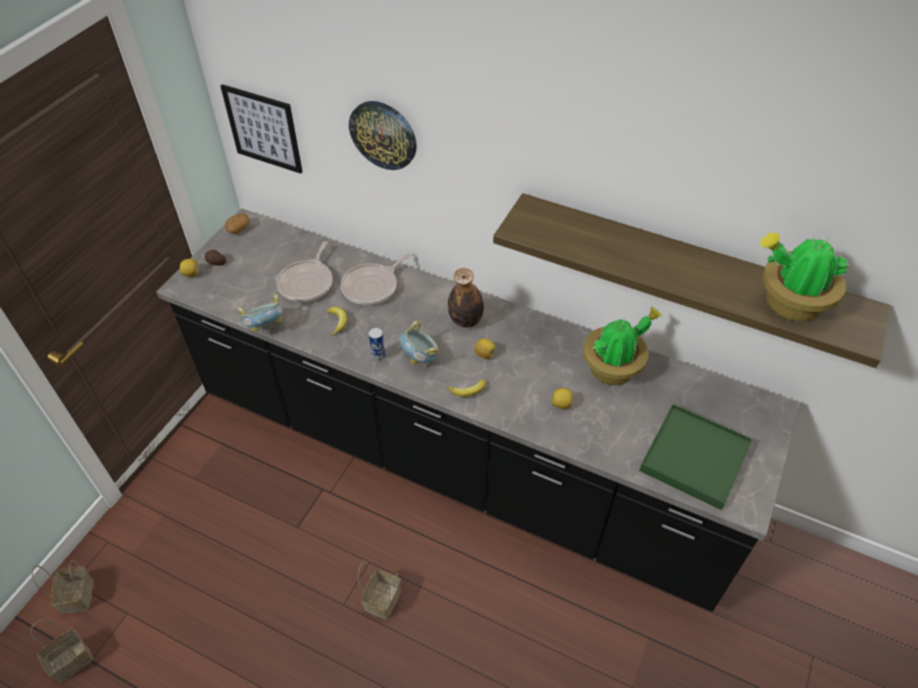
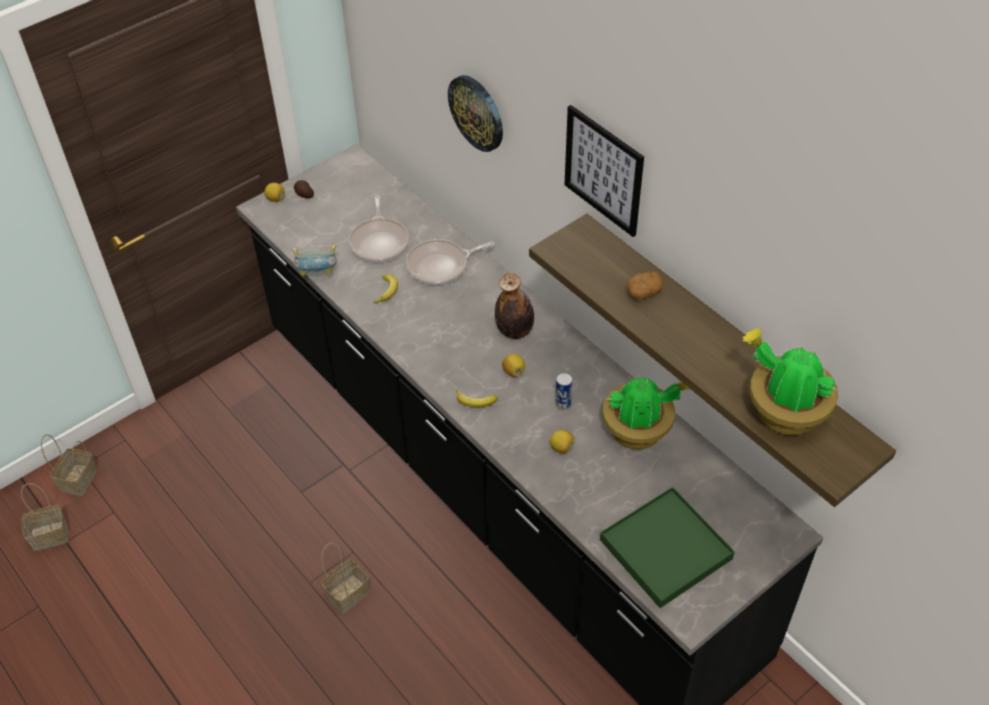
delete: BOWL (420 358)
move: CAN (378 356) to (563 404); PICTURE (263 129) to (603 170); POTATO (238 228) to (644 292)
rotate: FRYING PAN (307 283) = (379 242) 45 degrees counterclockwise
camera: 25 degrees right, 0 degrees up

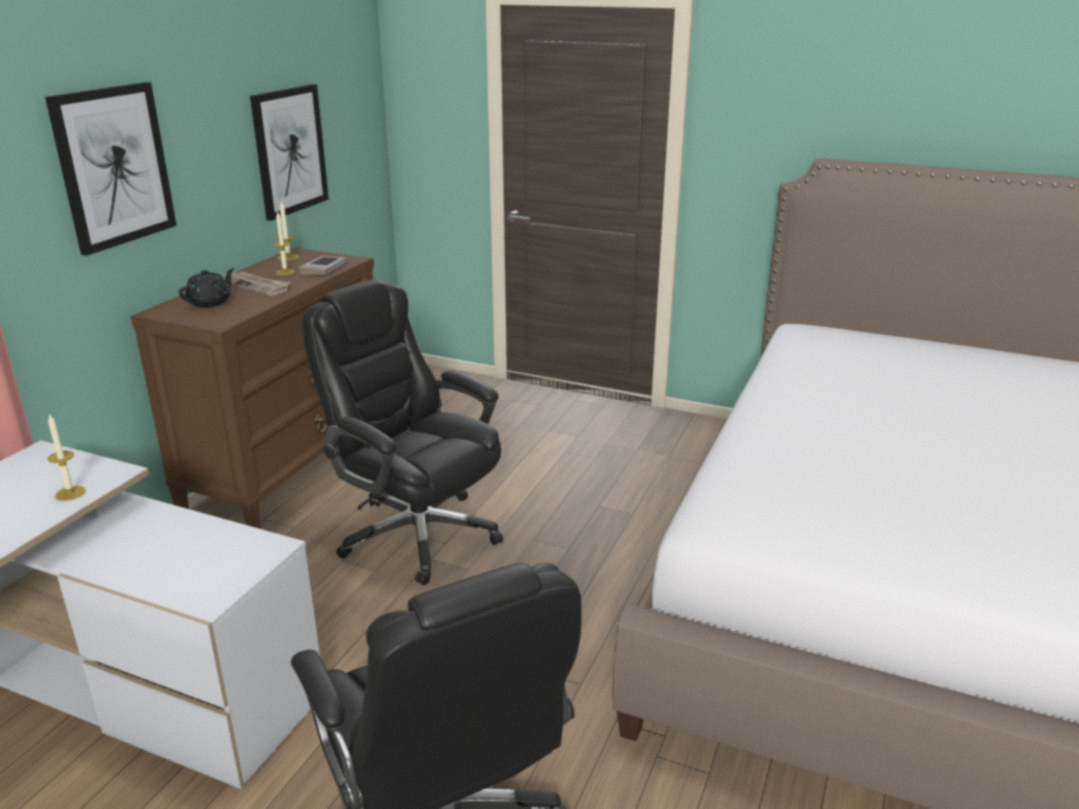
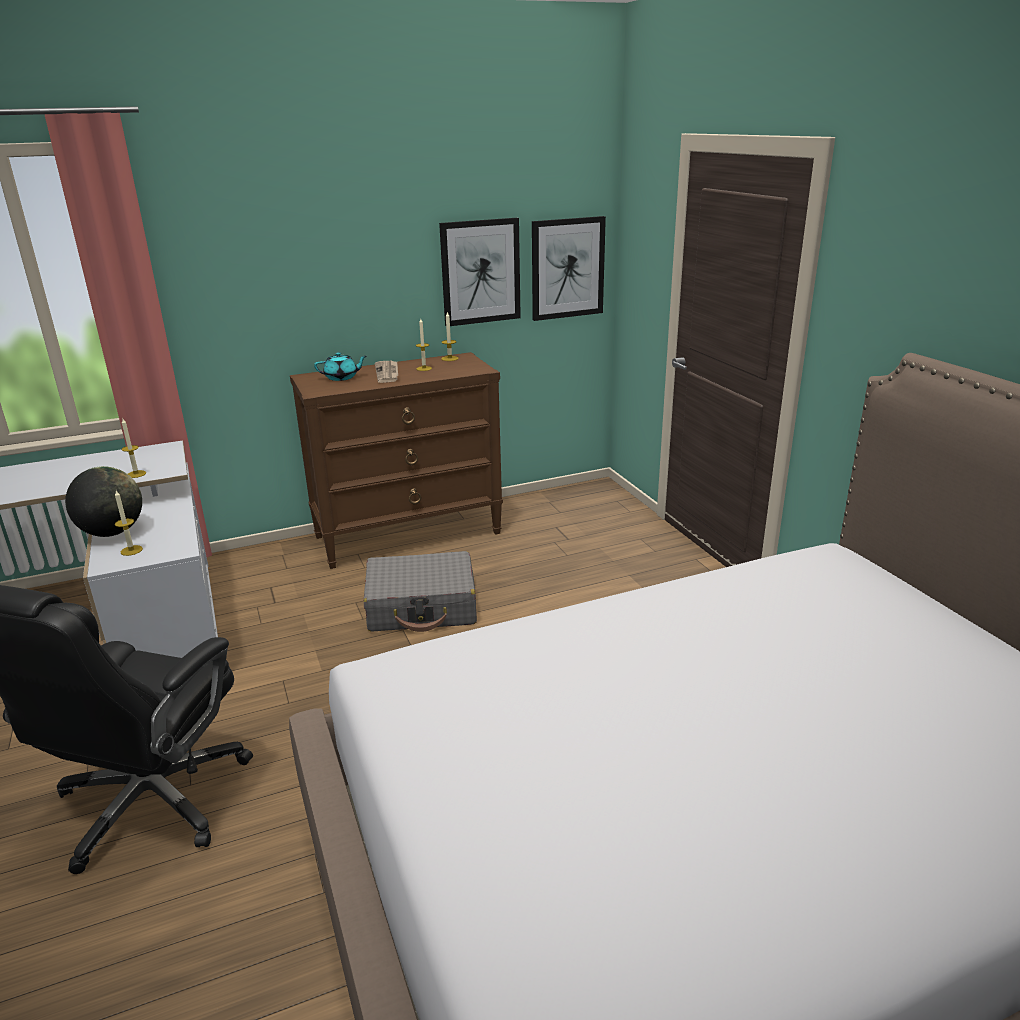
delete: BOOK (323 269)
insert: GLOBE (112 532); CANDLE (131 550)
move: PICTURE (113 166) to (567 268)
replace: BLACK OFFICE CHAIR (416 533) to GREY SUITCASE (422 607)
recolor: BLACK TEAPOT (210 302) to TURQUOISE TEAPOT (342 377)
camera: 45 degrees right, 0 degrees up

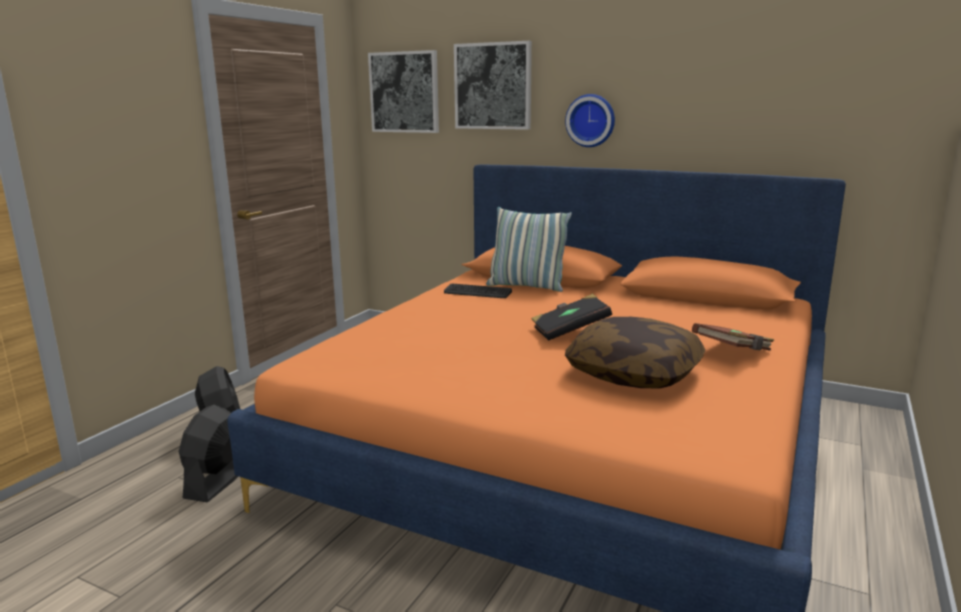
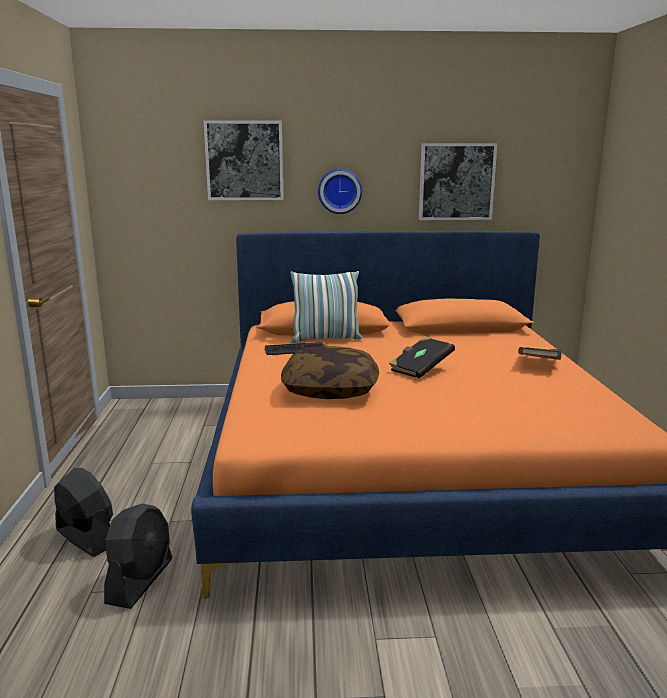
move: PILLOW (633 373) to (330 389); PICTURE (404 92) to (456 182)
rotate: BLACK FAN (219 480) = (140 581) 150 degrees counterclockwise
camera: 30 degrees left, 0 degrees up

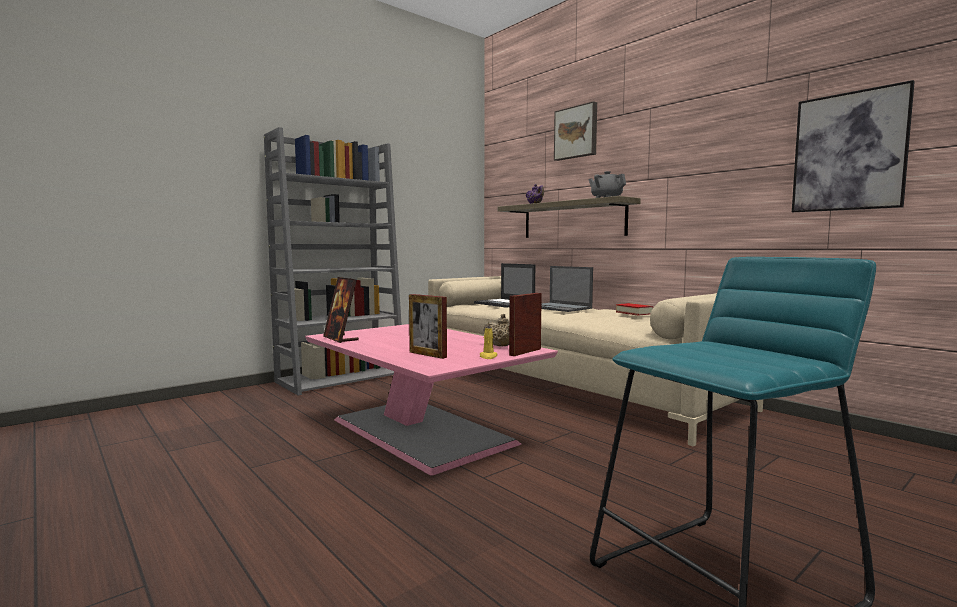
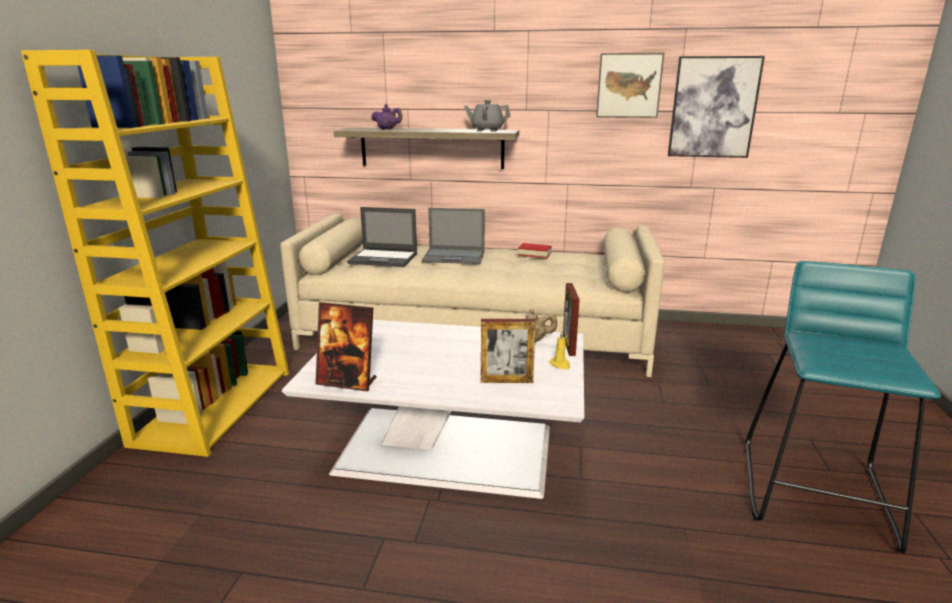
move: PICTURE (576 132) to (628 85)
recolor: GREY BOOKCASE (341 378) to YELLOW BOOKCASE (215 405); PINK COFFEE TABLE (424 432) to WHITE COFFEE TABLE (450 449)
camera: 40 degrees left, 15 degrees up

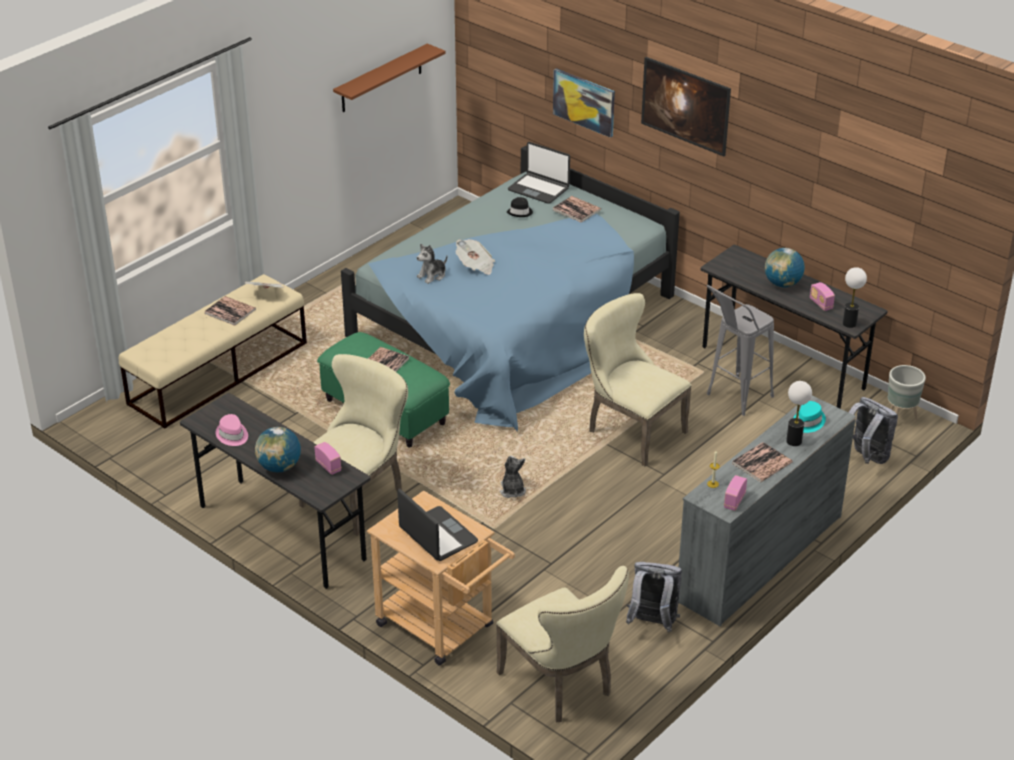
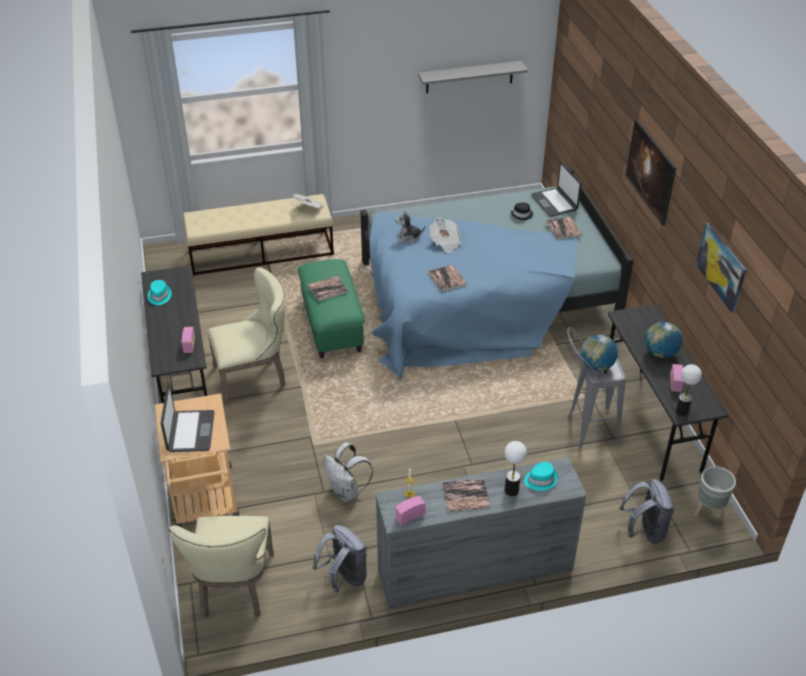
delete: PLUSH TOY (512 490); BEIGE CHAIR (630 431)
insert: WHITE BACKPACK (347 491)
move: BOOK (230 311) to (447 279); GLOBE (279 467) to (596 366); PICTURE (584 102) to (721 267)
recolor: PINK HAT (232 435) to TURQUOISE HAT (159 296); BROWN SHELF (381 78) to GREY SHELF (469 77)
camera: 35 degrees right, 5 degrees up

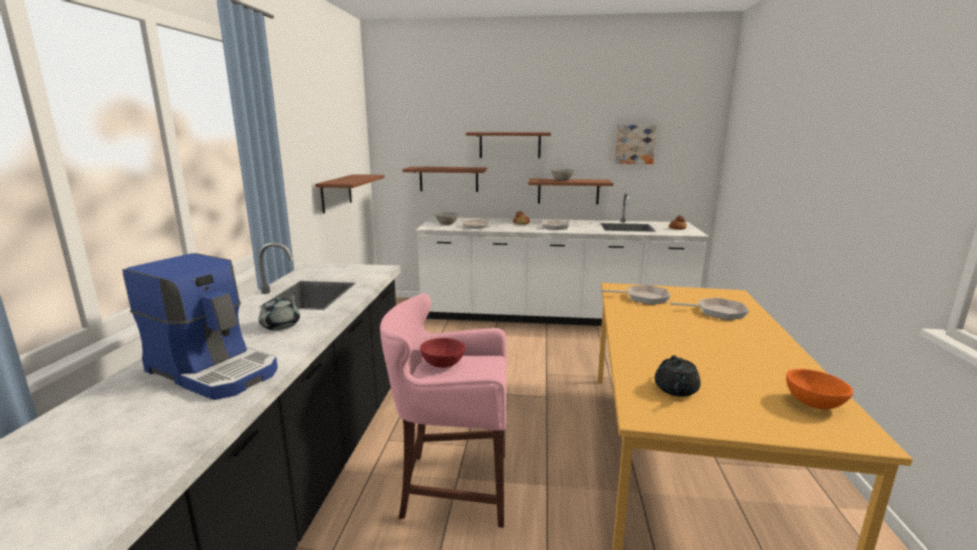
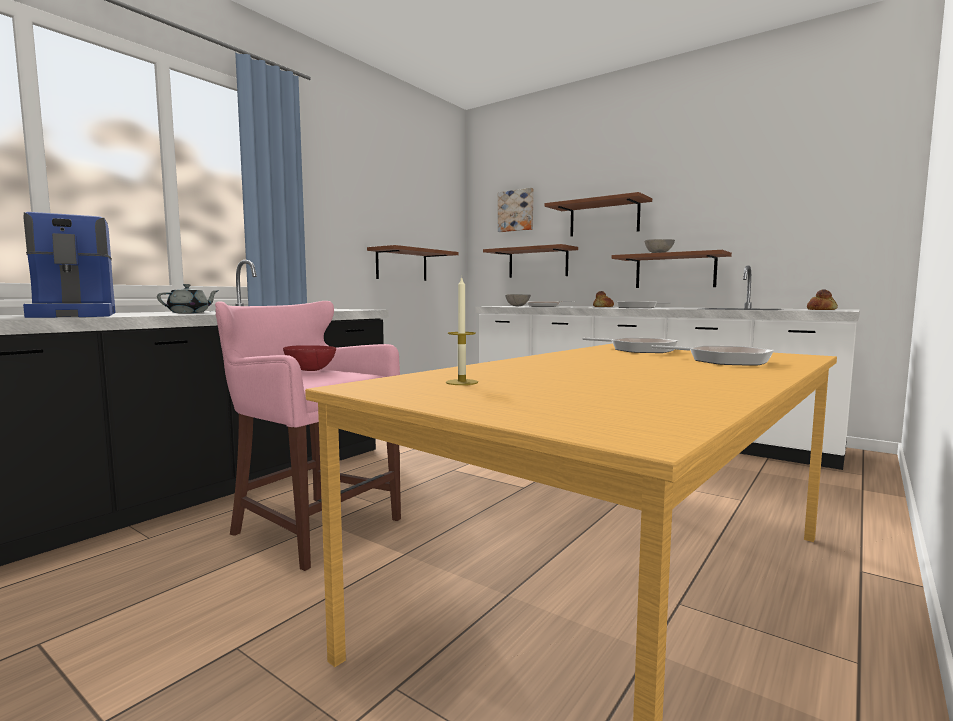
delete: ORANGE BOWL (813 403)
move: PICTURE (634 144) to (516 210)
replace: BLACK TEAPOT (676 389) to CANDLE (462 382)
camera: 30 degrees right, 10 degrees down

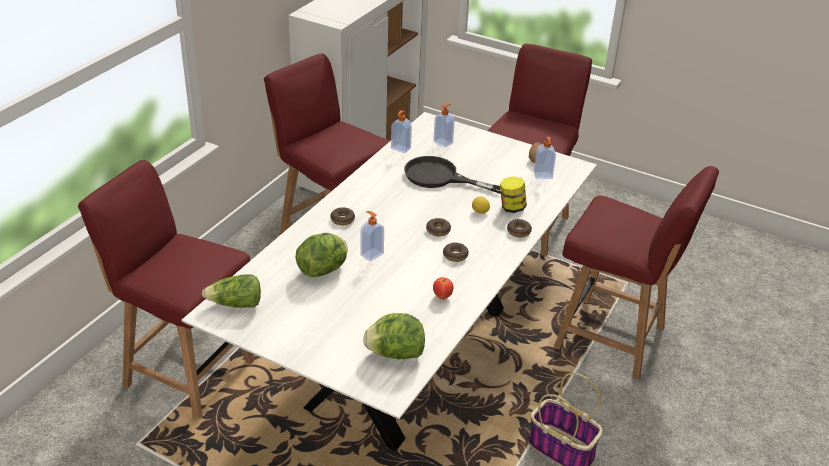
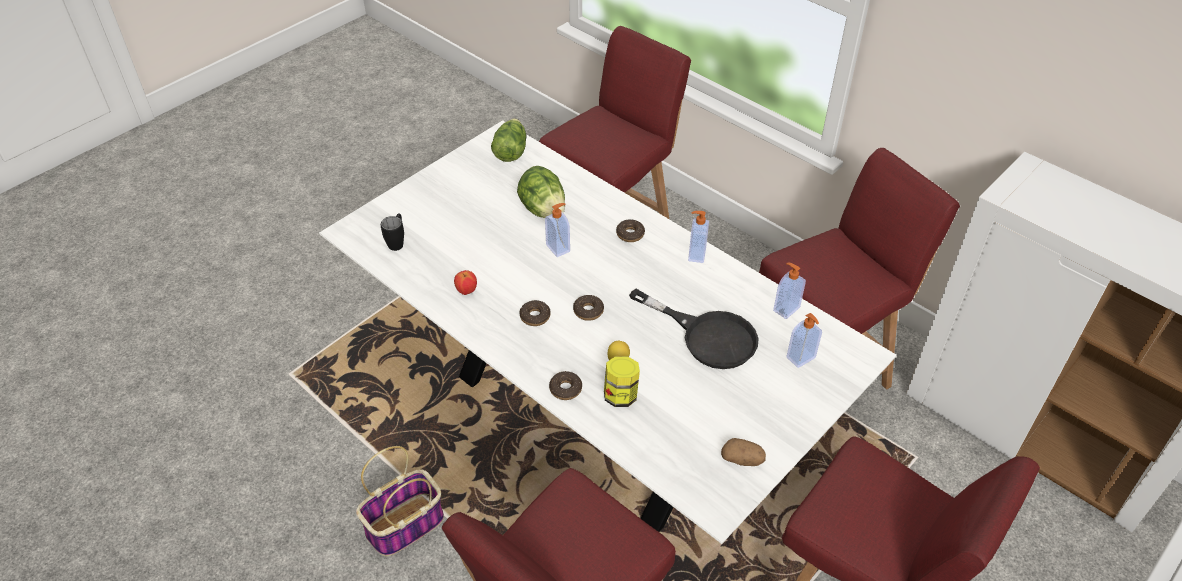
move: SOAP DISPENSER (543 176) to (696 254)
replace: LETTUCE (395 354) to BLACK MUG (397 242)
rotate: BLACK FRYING PAN (440 177) = (708 336) 90 degrees clockwise
camera: 105 degrees right, 10 degrees up

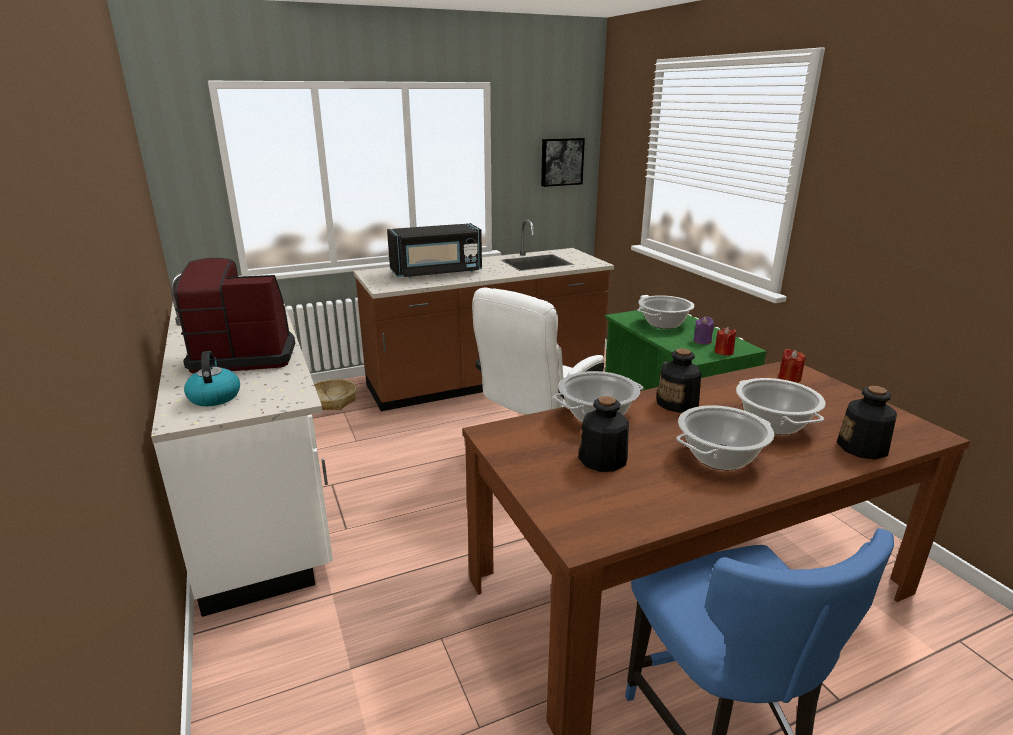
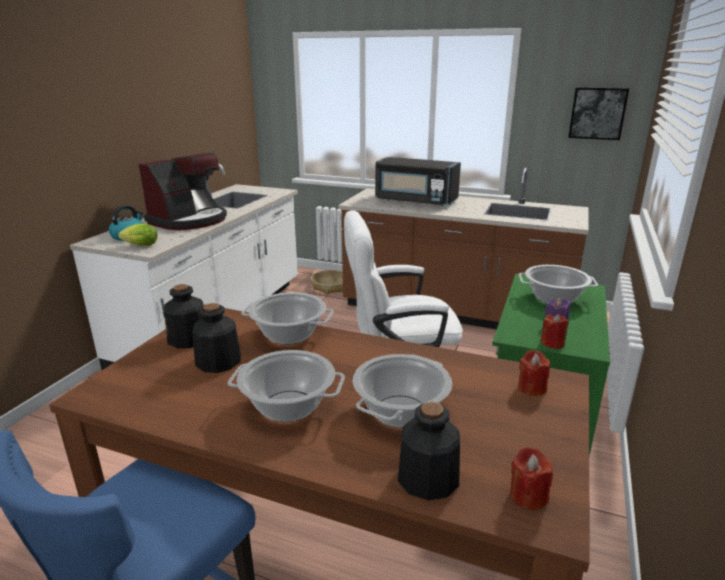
insert: LETTUCE (139 245); RED CANDLE (528 496)
move: BOTTLE (677 403) to (188 339)
rotate: COFFEE MACHINE (244 355) = (189 220) 90 degrees clockwise
camera: 45 degrees right, 0 degrees up

